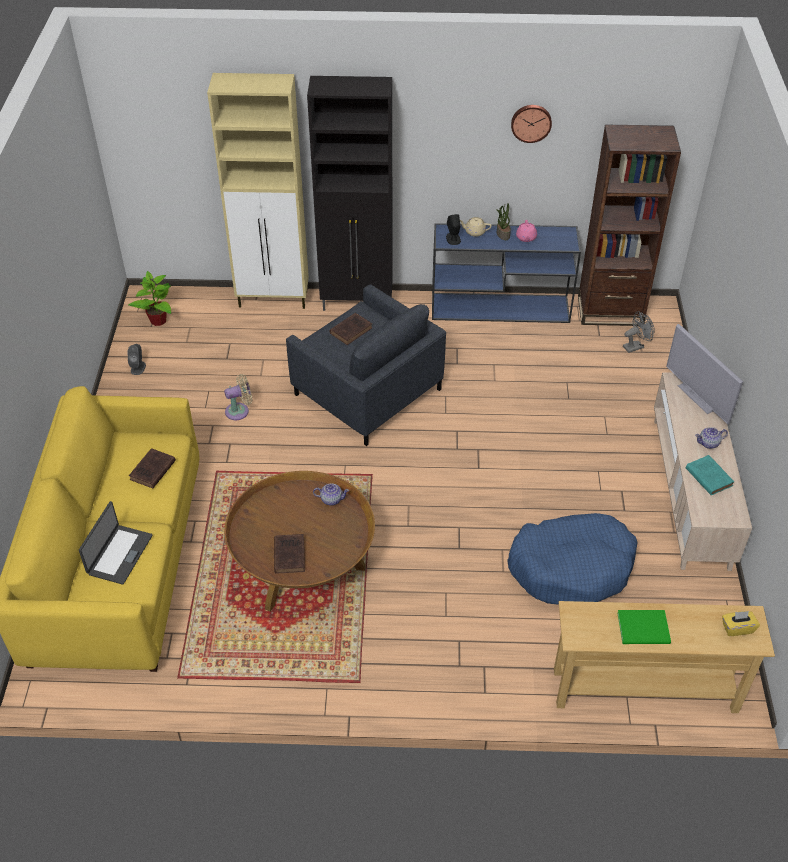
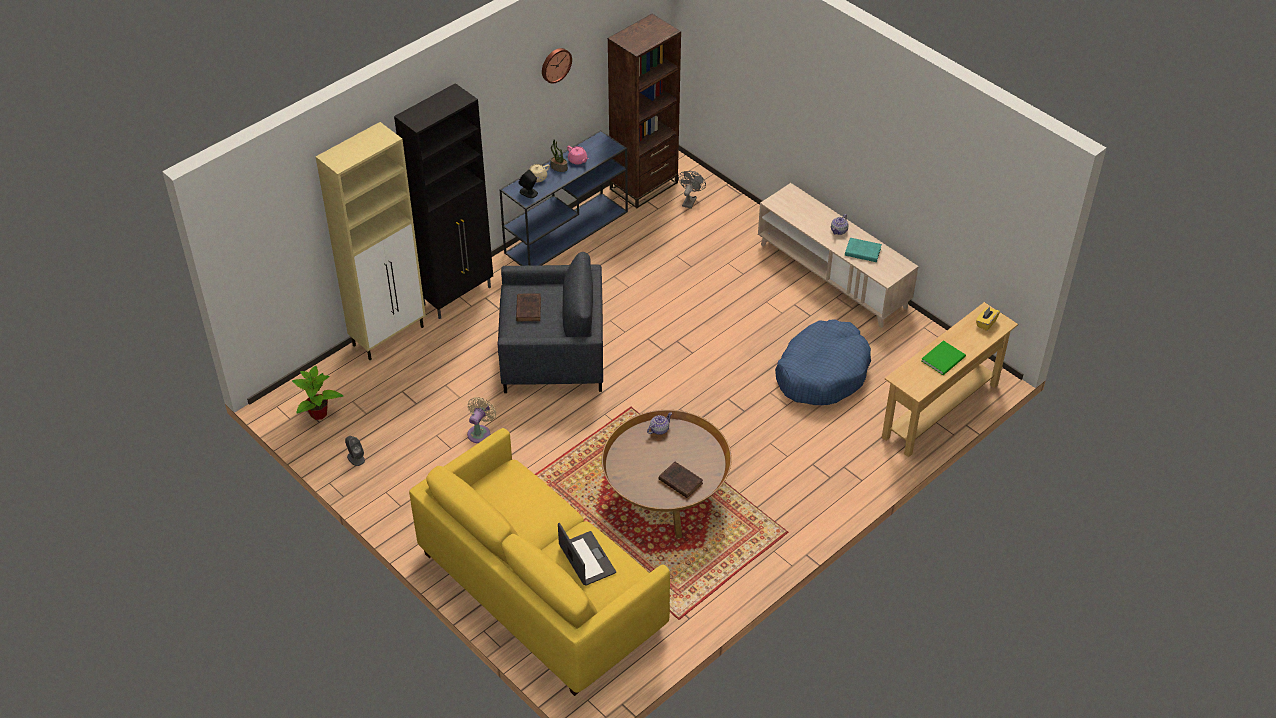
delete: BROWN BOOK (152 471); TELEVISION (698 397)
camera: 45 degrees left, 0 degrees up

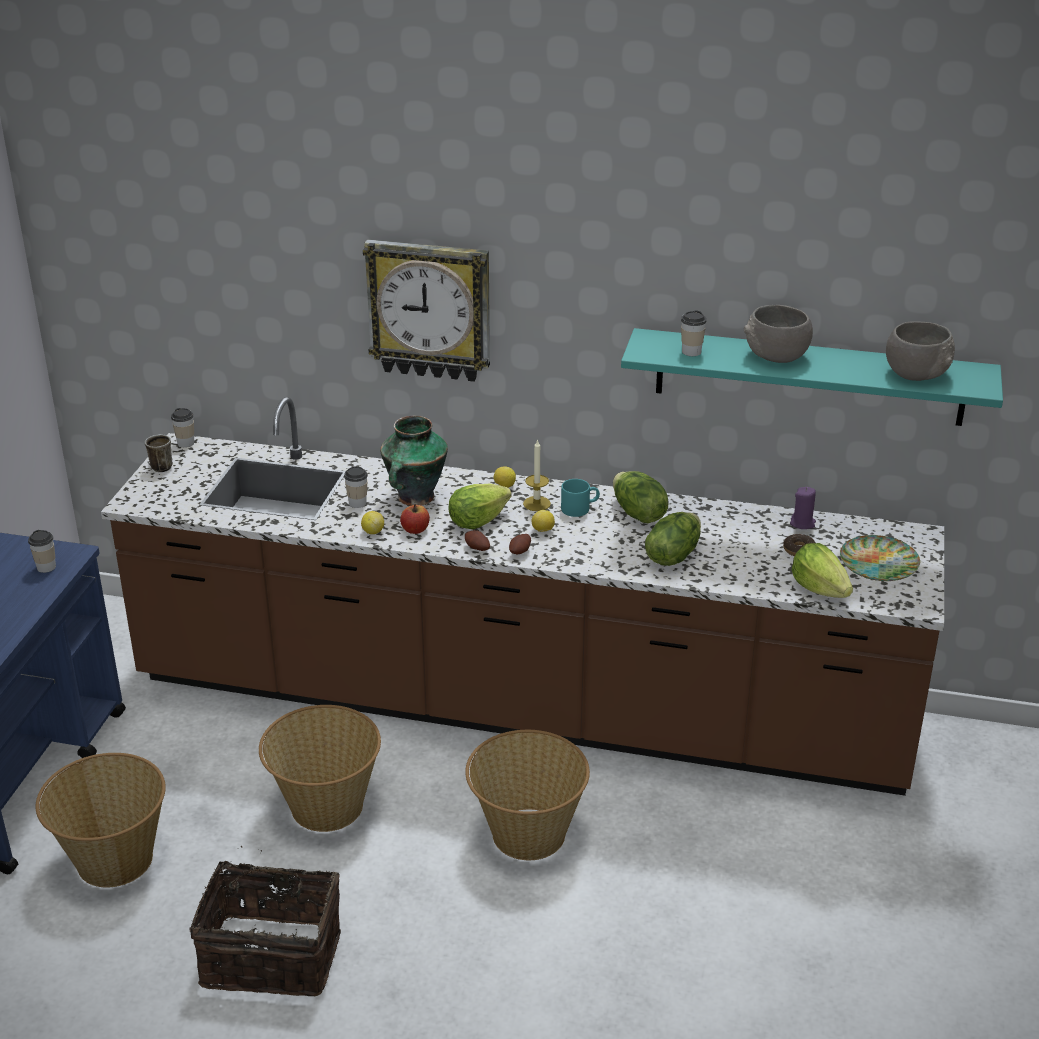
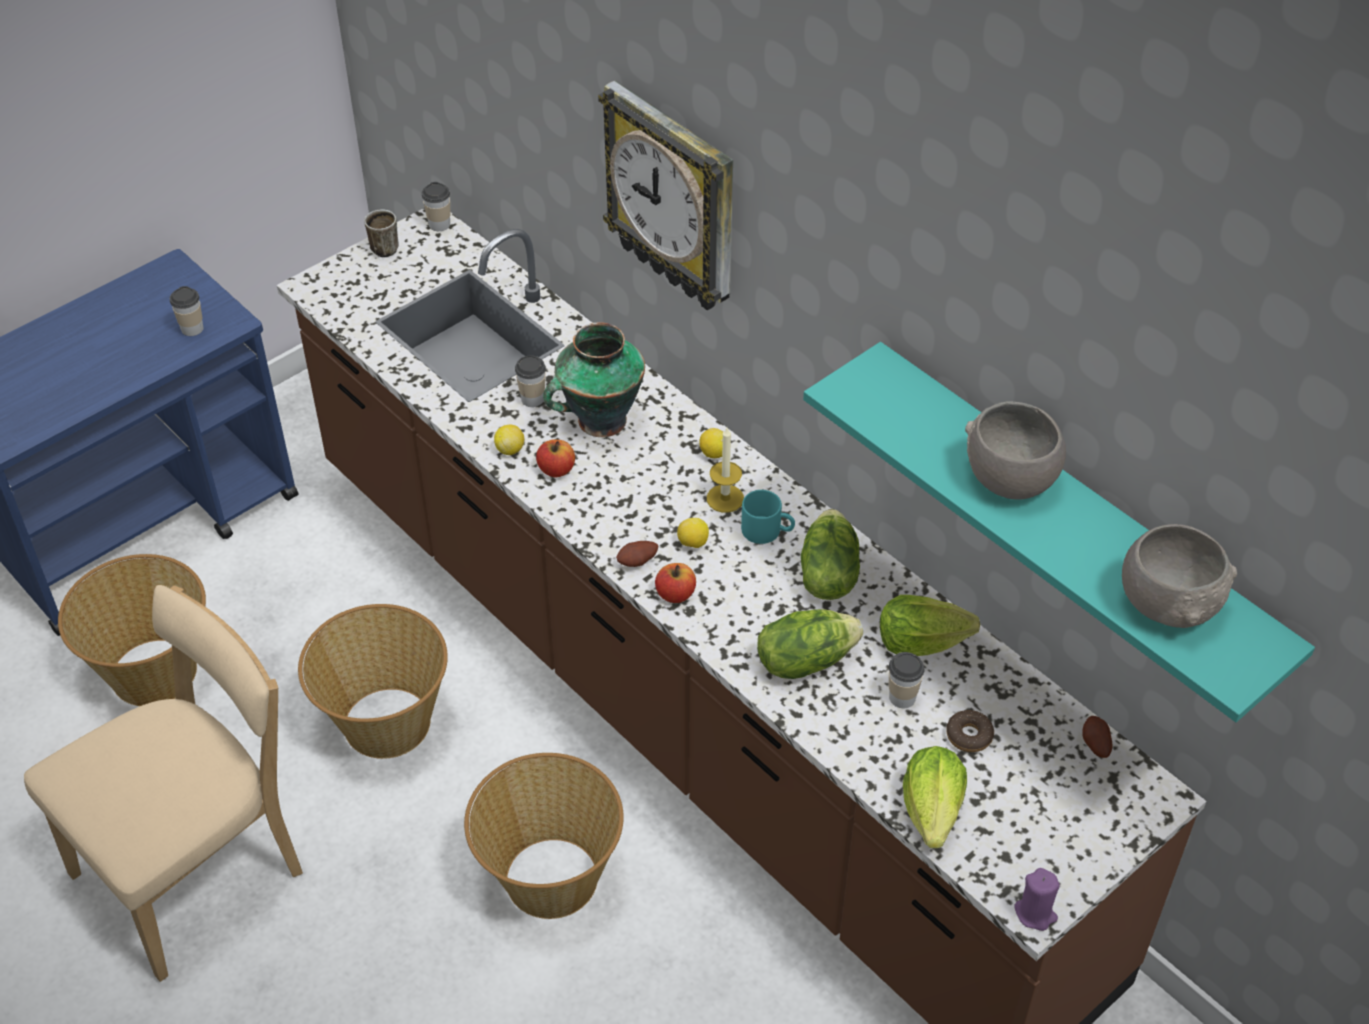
delete: PLATE (879 564)
insert: APPLE (675 594)
move: LETTUCE (477 521) to (920 642); CUP (691 352) to (902 697); PURPLE CANDLE (802 523) to (1035 913); POTATO (476 549) to (1094 745)
replace: BASKET (273 954) to BEIGE CHAIR (198 868)
camera: 35 degrees right, 15 degrees up

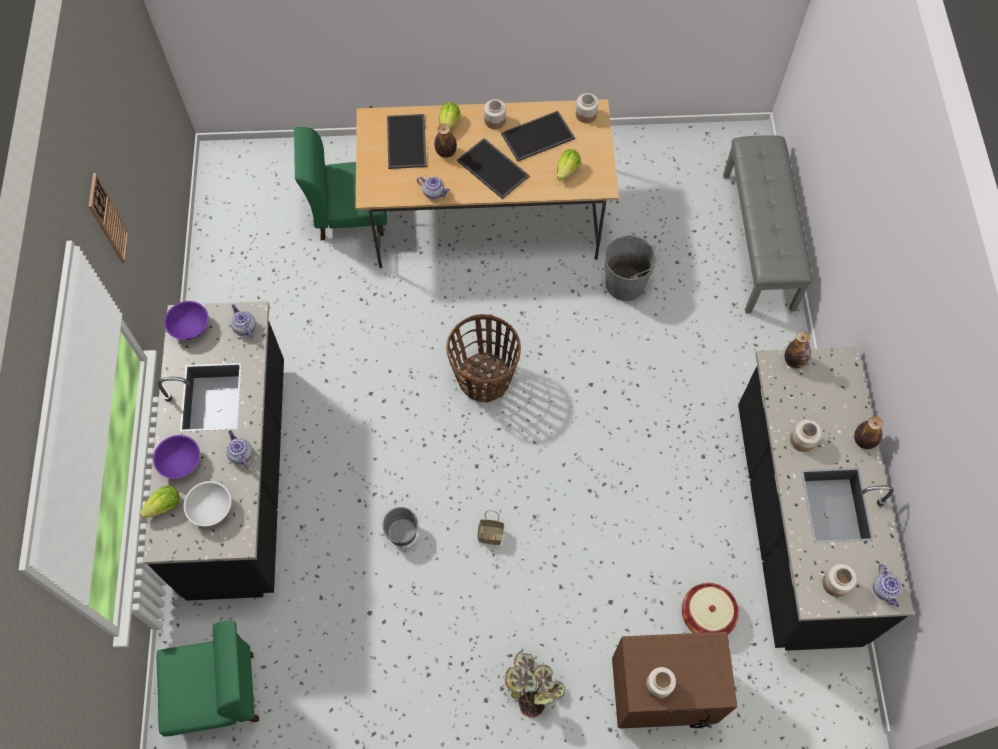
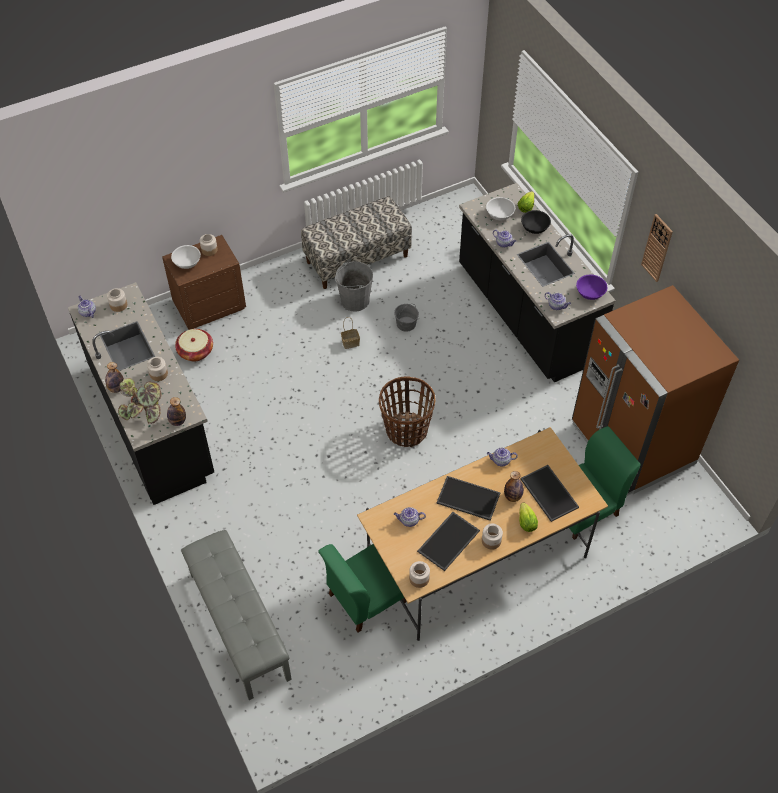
insert: WHITE BOWL (187 263); BENCH (357 259); BROWN FRIDGE (632 444)
move: POTTED PLANT (532 687) to (144 411); GREEN CHAIR (218 693) to (366 598); GREY BUCKET (625 284) to (354 300)
replace: LETTUCE (567 170) to TEAPOT (409 521)
recolor: PURPLE BOWL (181 463) to BLACK BOWL (534 228)
camera: 155 degrees right, 10 degrees down

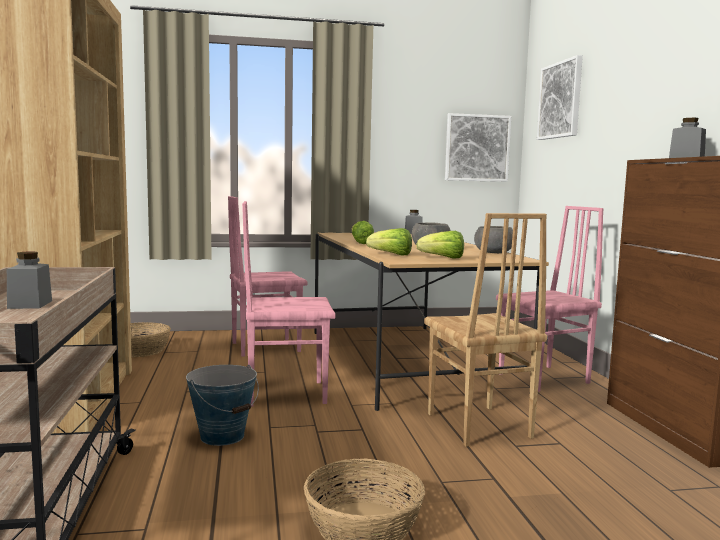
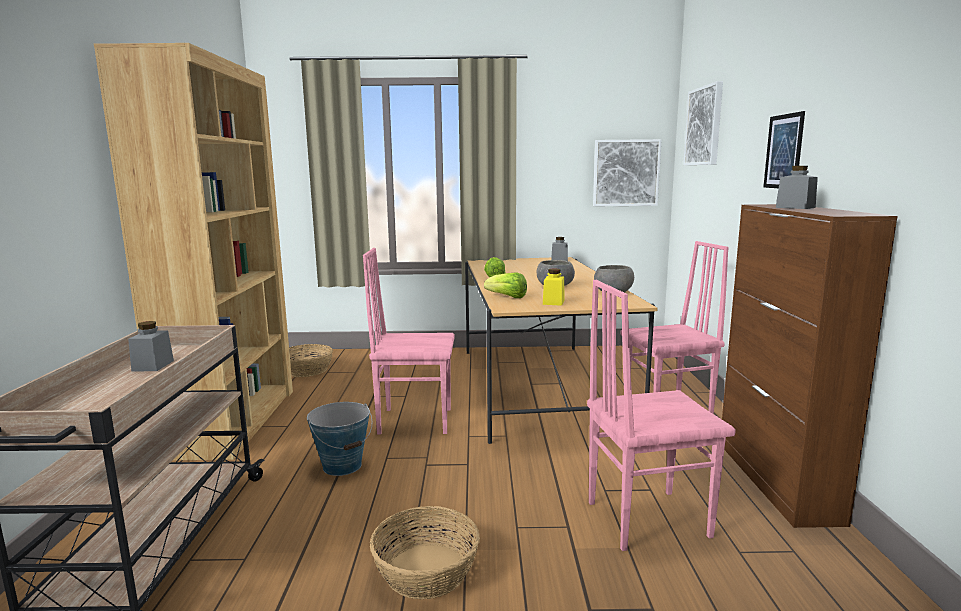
delete: BROWN CHAIR (477 426)
insert: PICTURE (783 151)
move: PINK CHAIR (265 347) to (645 518)
replace: LETTUCE (443 258) to YELLOW JAR (553 302)
camera: 10 degrees right, 5 degrees up

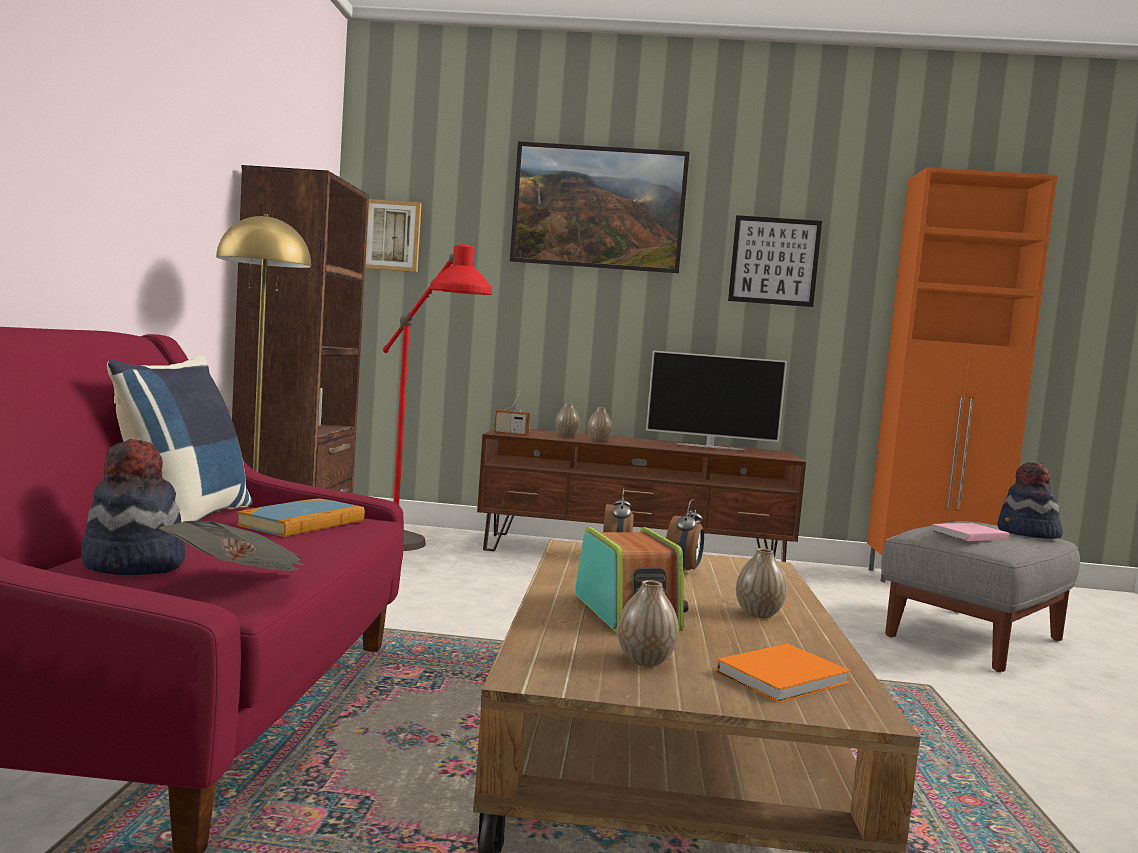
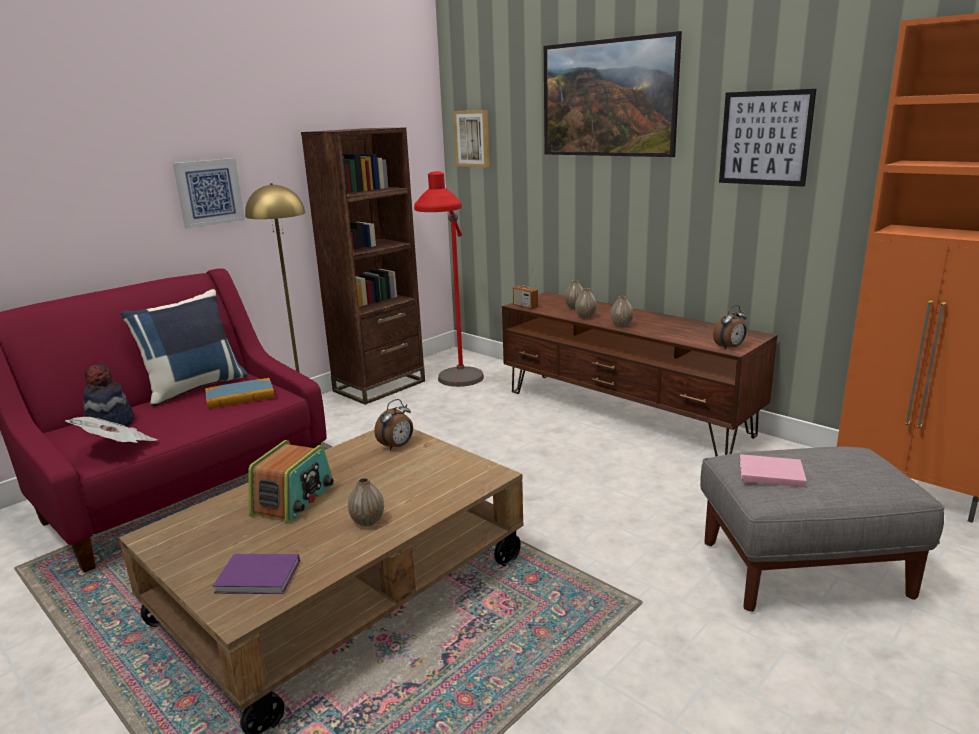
delete: TELEVISION (710 447); HAT (1027 534)
insert: PICTURE (209 192)
move: VASE (645 661) to (621 325); ALARM CLOCK (683 571) to (730 347)
recolor: ORANGE BOOK (786 678) to PURPLE BOOK (259 577)
camera: 40 degrees right, 15 degrees up

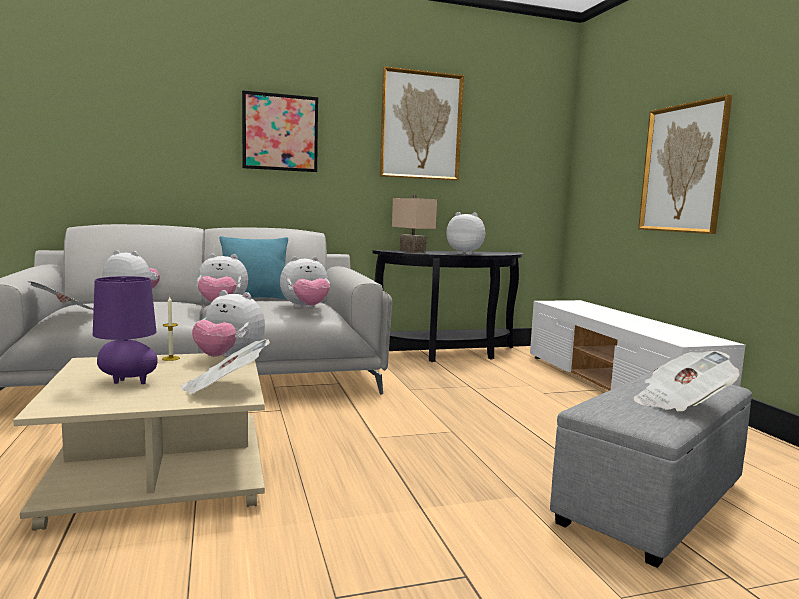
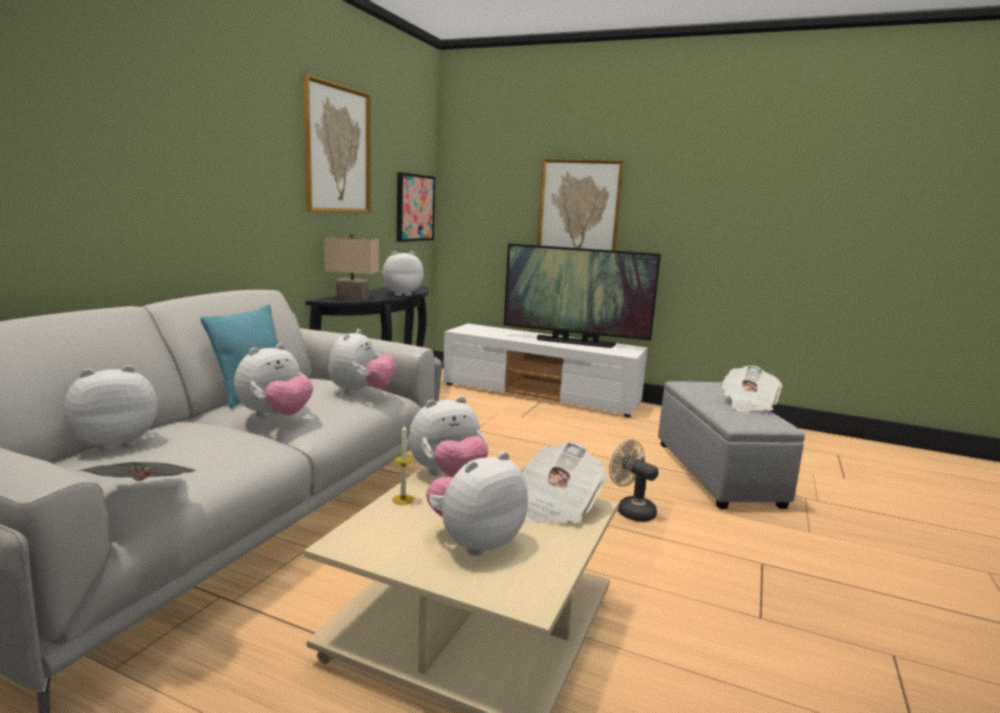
insert: TELEVISION (574 342); BEIGE FAN (631 510)
move: PICTURE (280 132) to (414 208)
replace: PURPLE TABLE LAMP (126 382) to PLUSH TOY (474 542)
camera: 50 degrees left, 5 degrees up

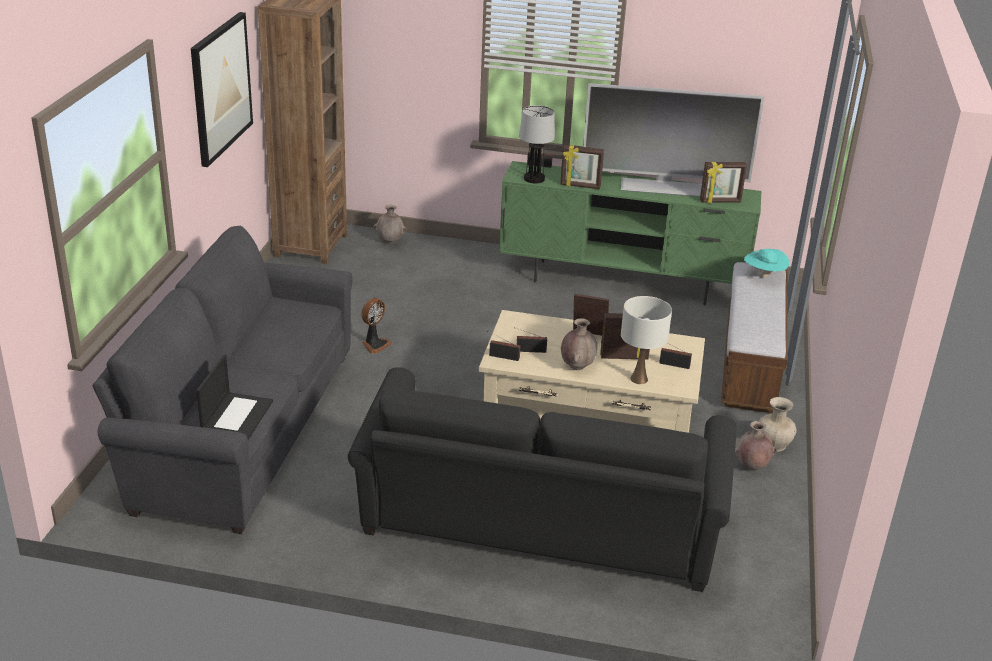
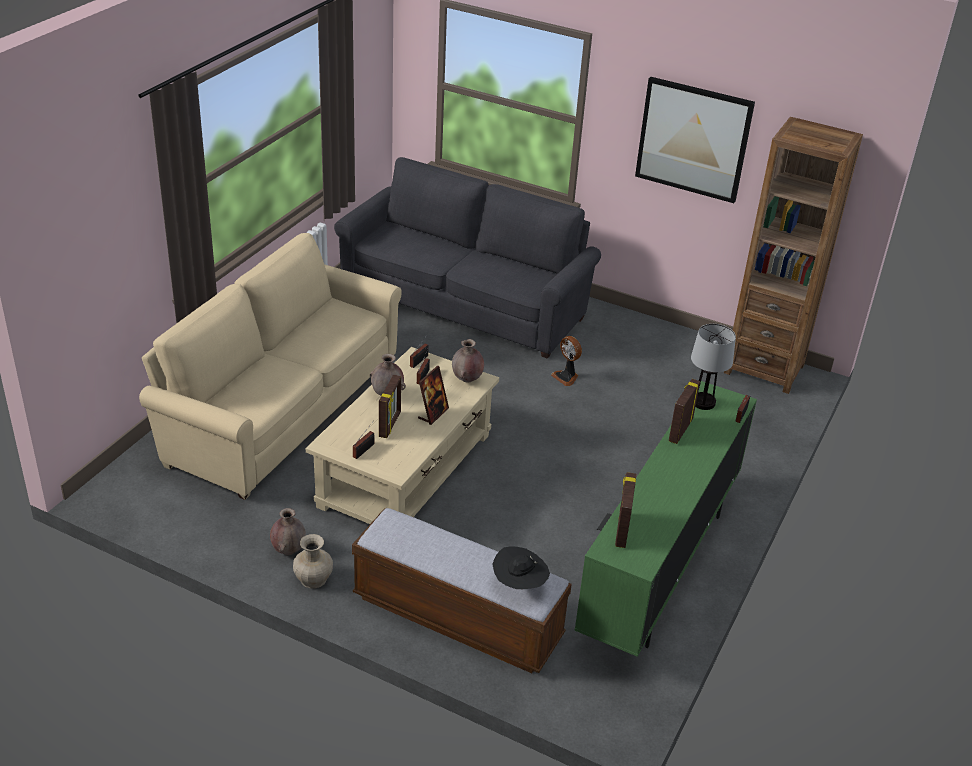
delete: LAPTOP (236 416); TELEVISION (666 187); WHITE TABLE LAMP (639 379)
move: BROWN VASE (390 241) to (467 379)
recolor: BLACK SOFA (538 529) to BEIGE SOFA (279 407); TURQUOISE HAT (764 276) to BLACK HAT (519 585)
camera: 105 degrees right, 5 degrees up

